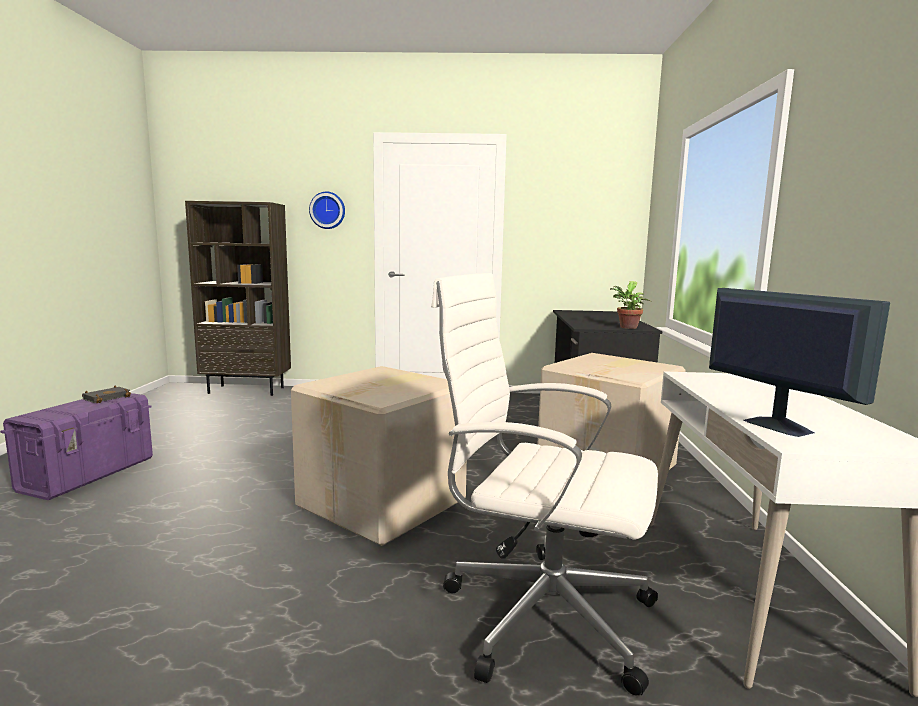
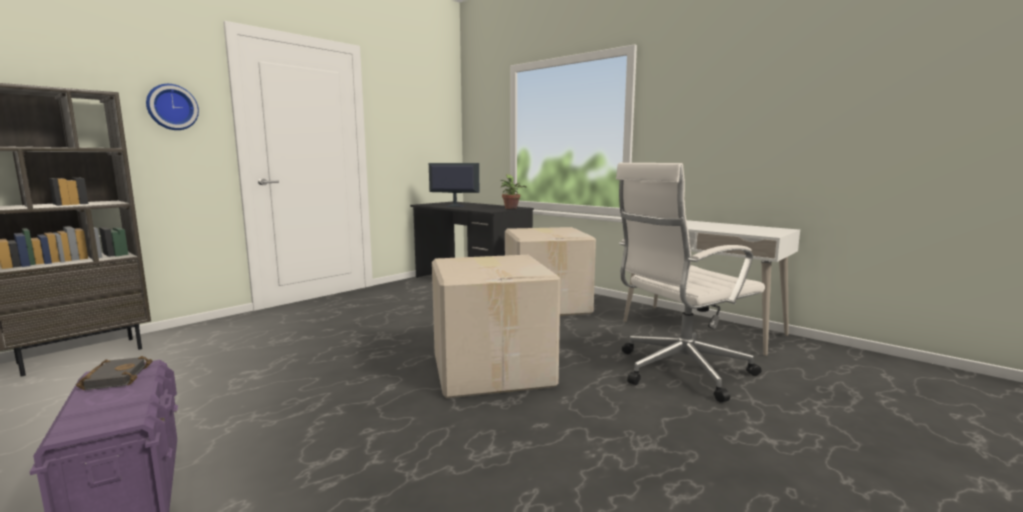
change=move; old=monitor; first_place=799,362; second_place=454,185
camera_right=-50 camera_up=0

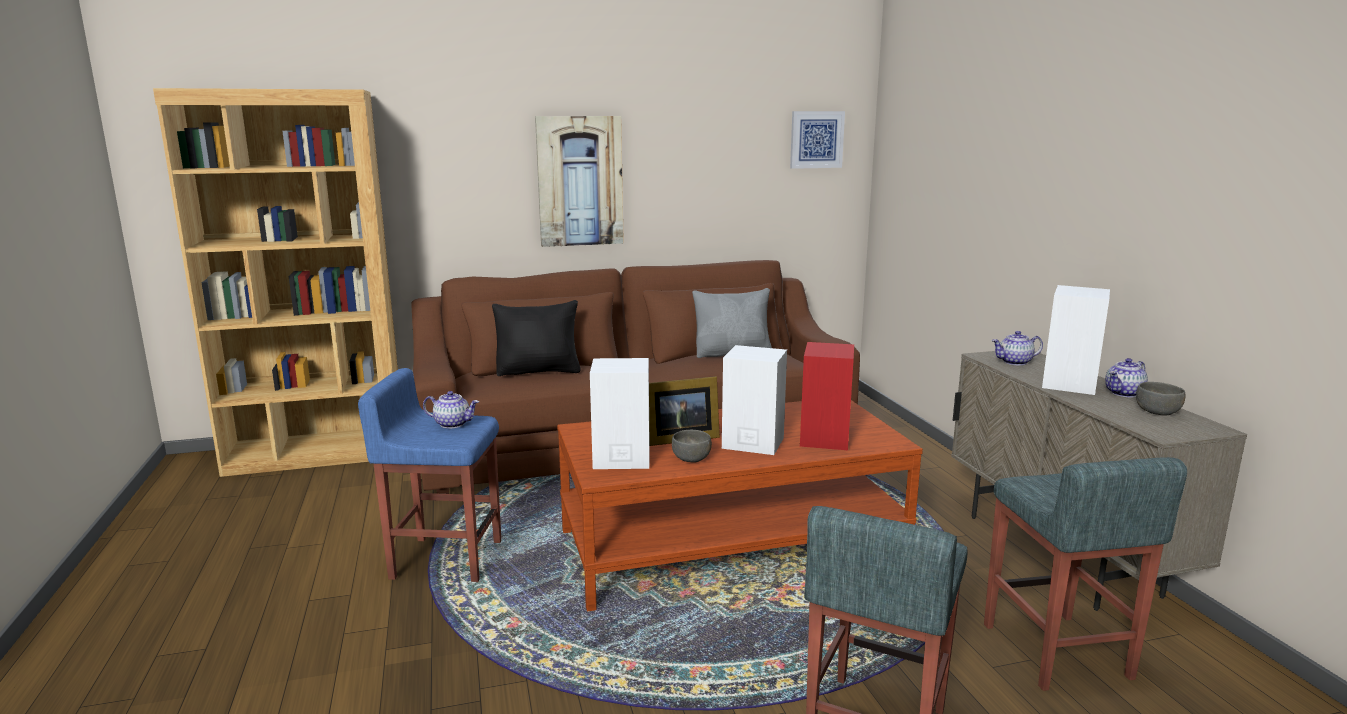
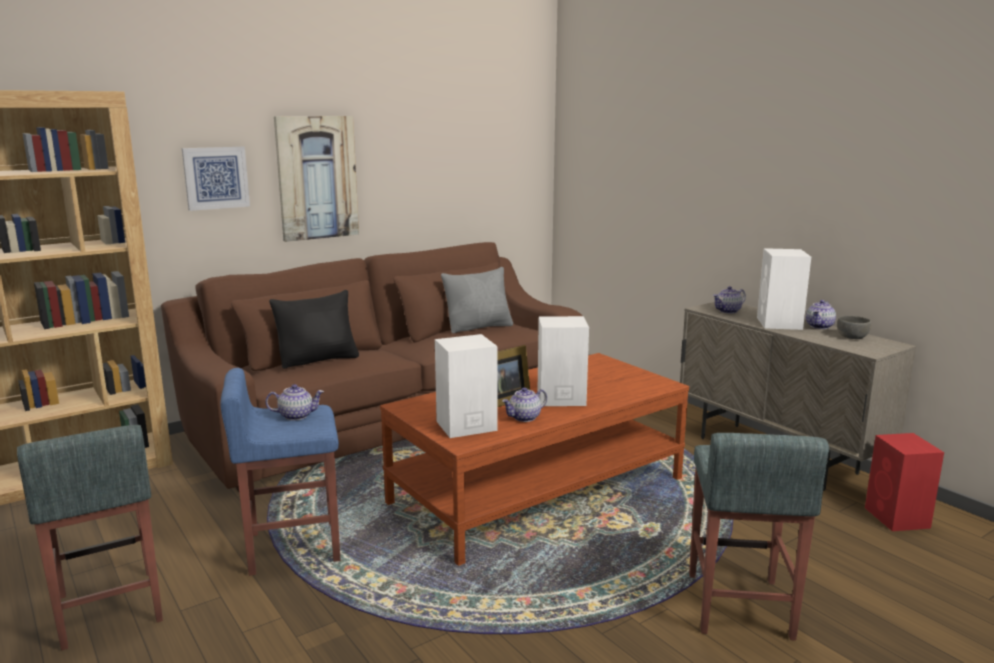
change=replace; old=serving bowl in grey; new=teapot; first_place=692,446; second_place=524,404
change=move; old=picture; first_place=817,140; second_place=216,179
change=move; old=audio speaker in red; first_place=827,396; second_place=904,482
change=move; old=stool in grey; first_place=1085,574; second_place=90,537
camera_right=-20 camera_up=0

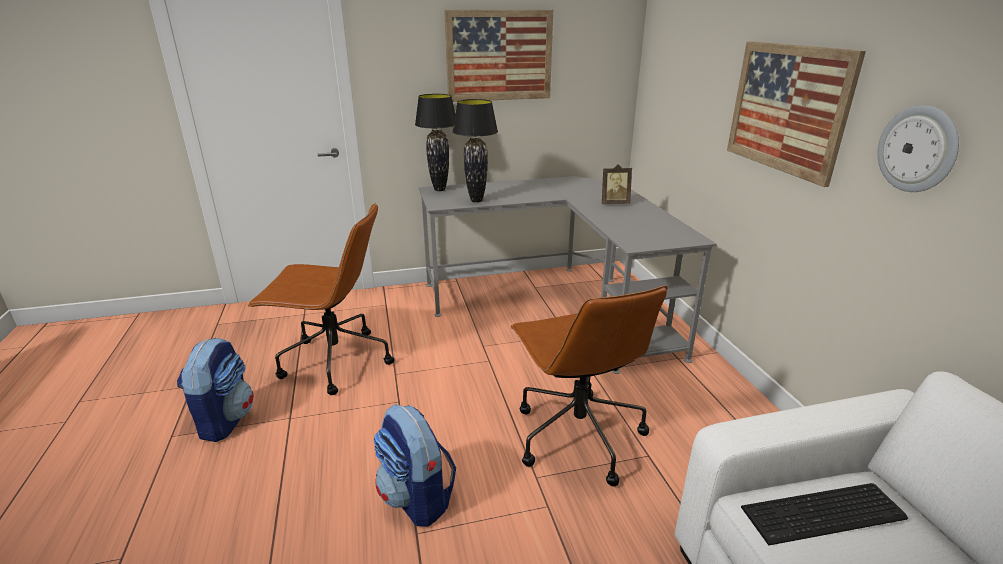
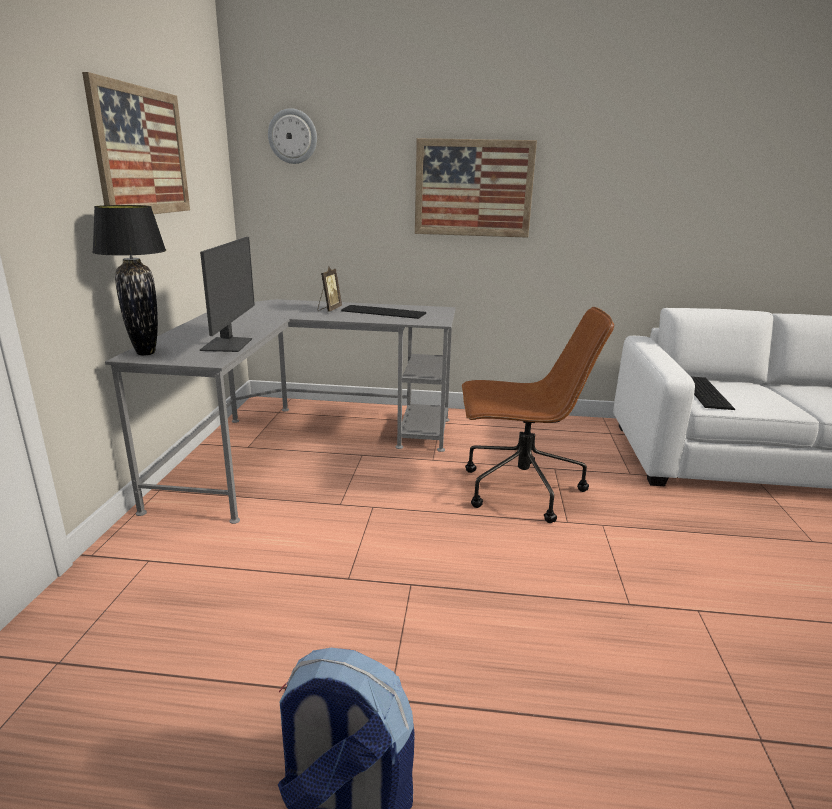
change=delete; old=desk chair in brownish; first_place=321,298
change=delete; old=rucksack; first_place=414,465
change=replace; old=lamp for a table in blackish; new=monitor; first_place=475,151; second_place=227,294
change=move; old=wall clock; first_place=918,148; second_place=292,136
change=insert; new=keyboard; second_place=383,312
camera_right=-70 camera_up=-5

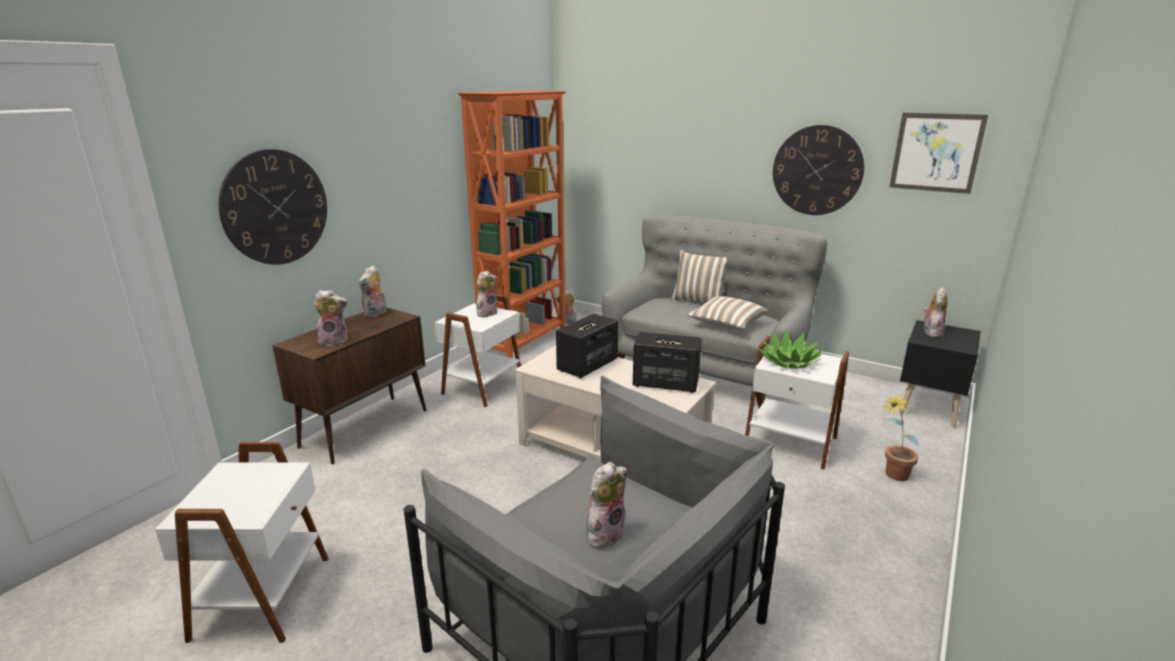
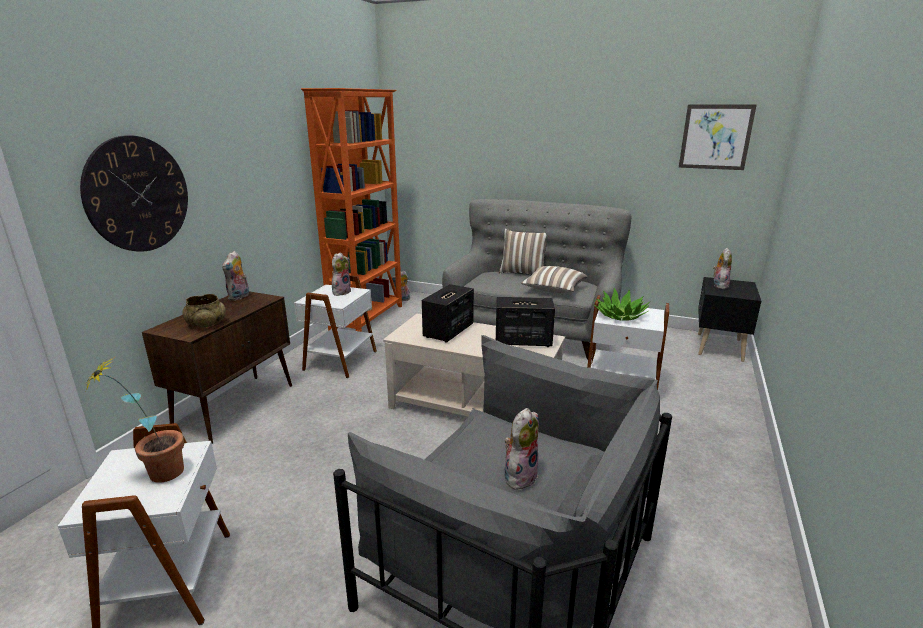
change=replace; old=soft toy; new=serving bowl in sand-coloured; first_place=331,318; second_place=204,310
change=delete; old=wall clock; first_place=818,170
change=move; old=potted plant; first_place=900,437; second_place=134,421
camera_right=-10 camera_up=0

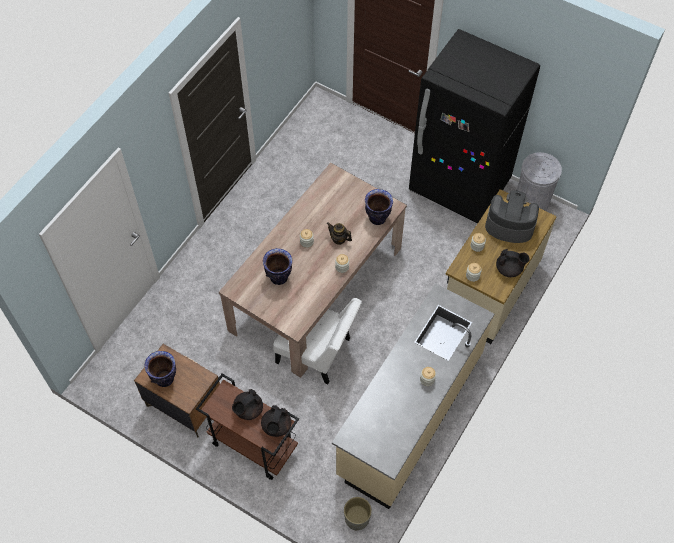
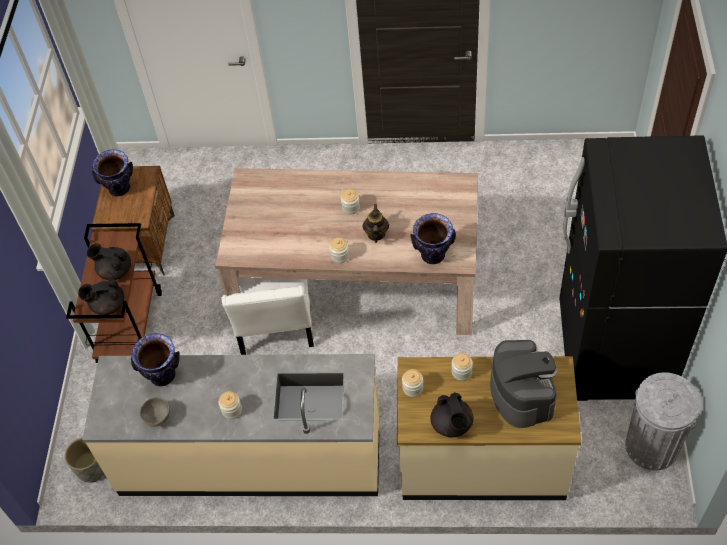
change=move; old=flower vase; first_place=277,266; second_place=155,359
change=insert; new=serving bowl in grey; second_place=155,412
camera_right=65 camera_up=-5

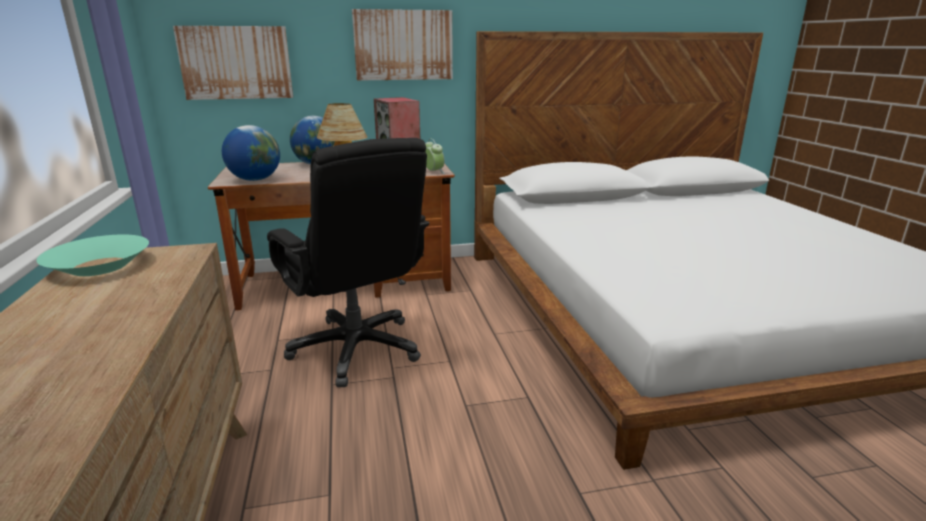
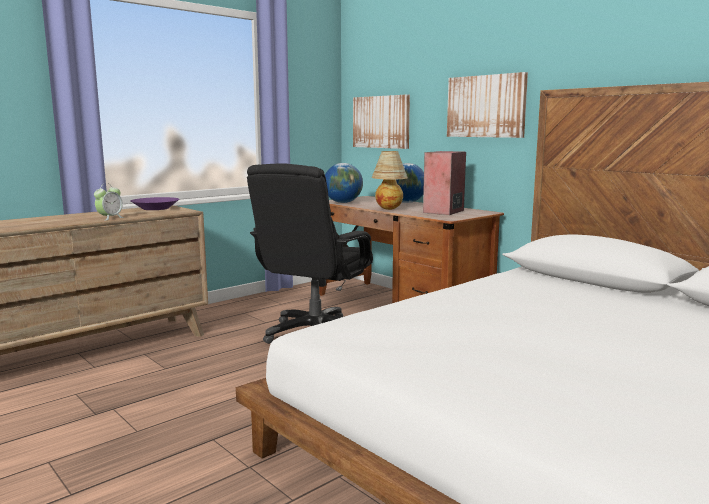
change=recolor; old=serving bowl in blue-green; new=serving bowl in purple-coloured; first_place=92,255; second_place=155,203
change=move; old=table clock; first_place=435,156; second_place=109,202
camera_right=60 camera_up=-10

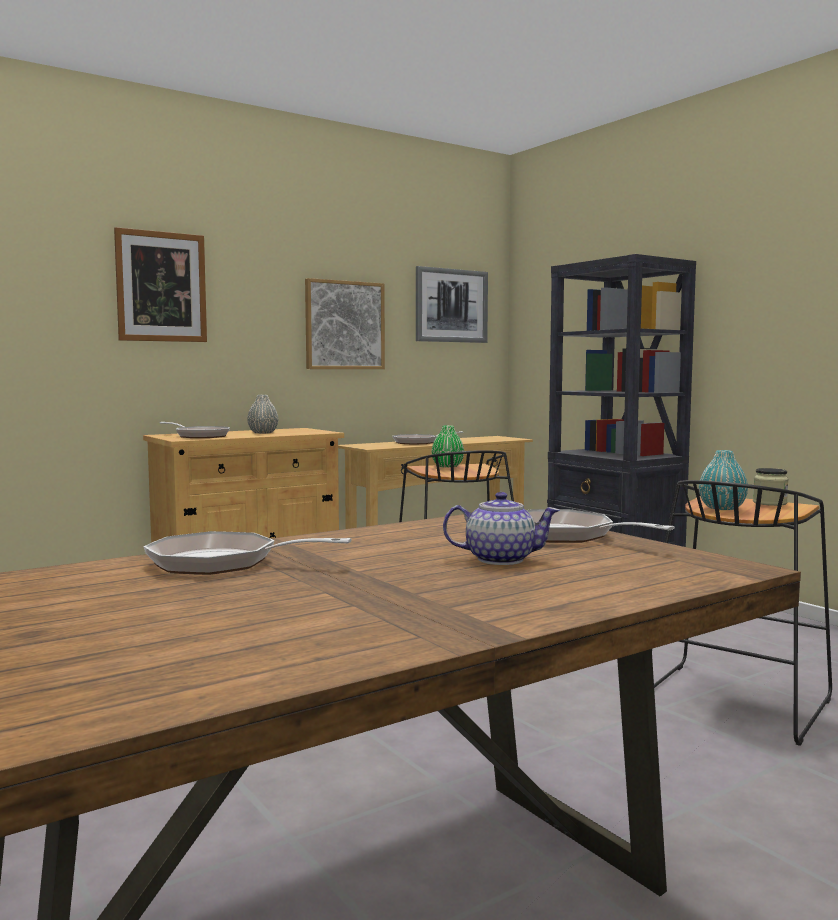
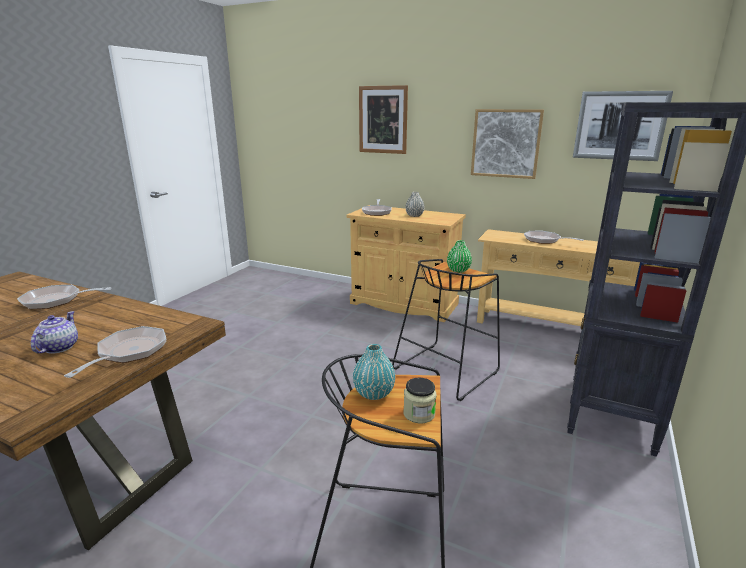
change=rotate; old=pan; first_place=248,553; second_place=64,297; degrees=-75
change=rotate; old=teapot; first_place=501,528; second_place=54,332; degrees=-150
camera_right=60 camera_up=15

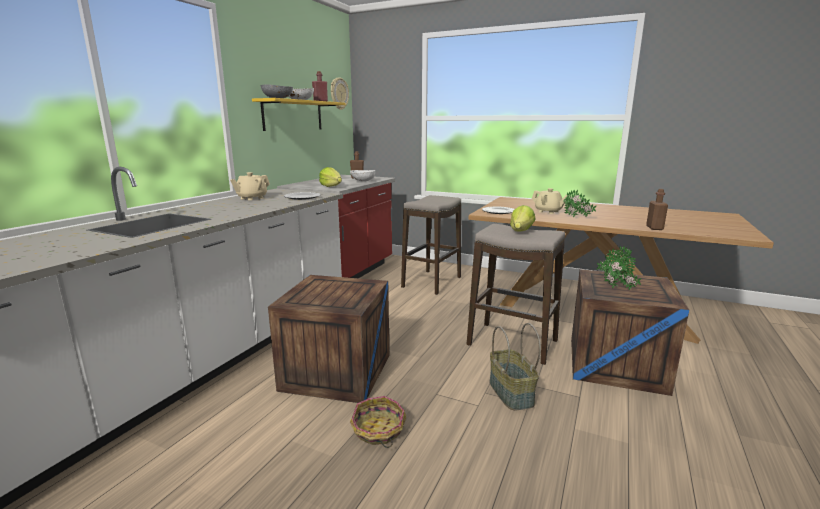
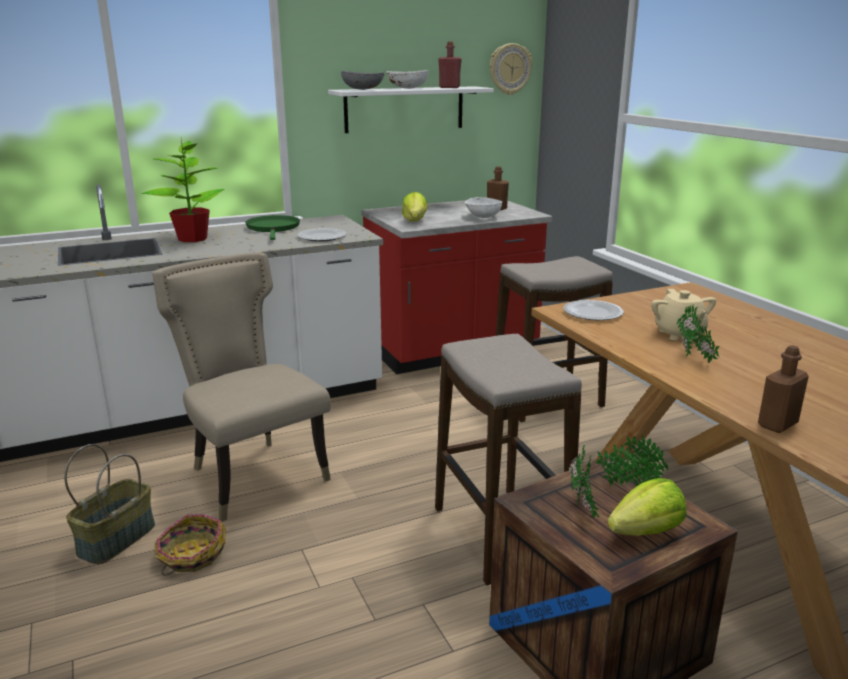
change=replace; old=teapot in sand-coloured; new=pan in green-coloured; first_place=250,186; second_place=272,227
change=recolor; old=bracket shelf in yellowish; new=bracket shelf in whitish; first_place=299,114; second_place=411,109
change=replace; old=shipping crate; new=chair in sand-coloured; first_place=328,339; second_place=241,387
change=move; old=storage basket; first_place=515,366; second_place=109,504
change=move; old=head of lettuce; first_place=523,218; second_place=647,507
change=insert; new=potted plant; second_place=183,190
camera_right=40 camera_up=5

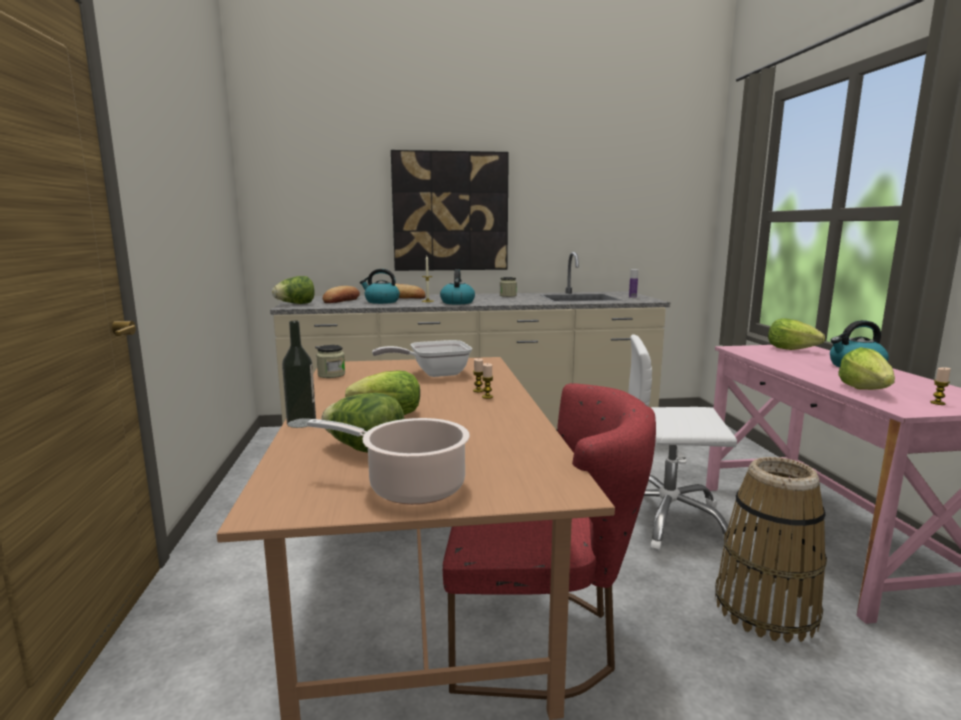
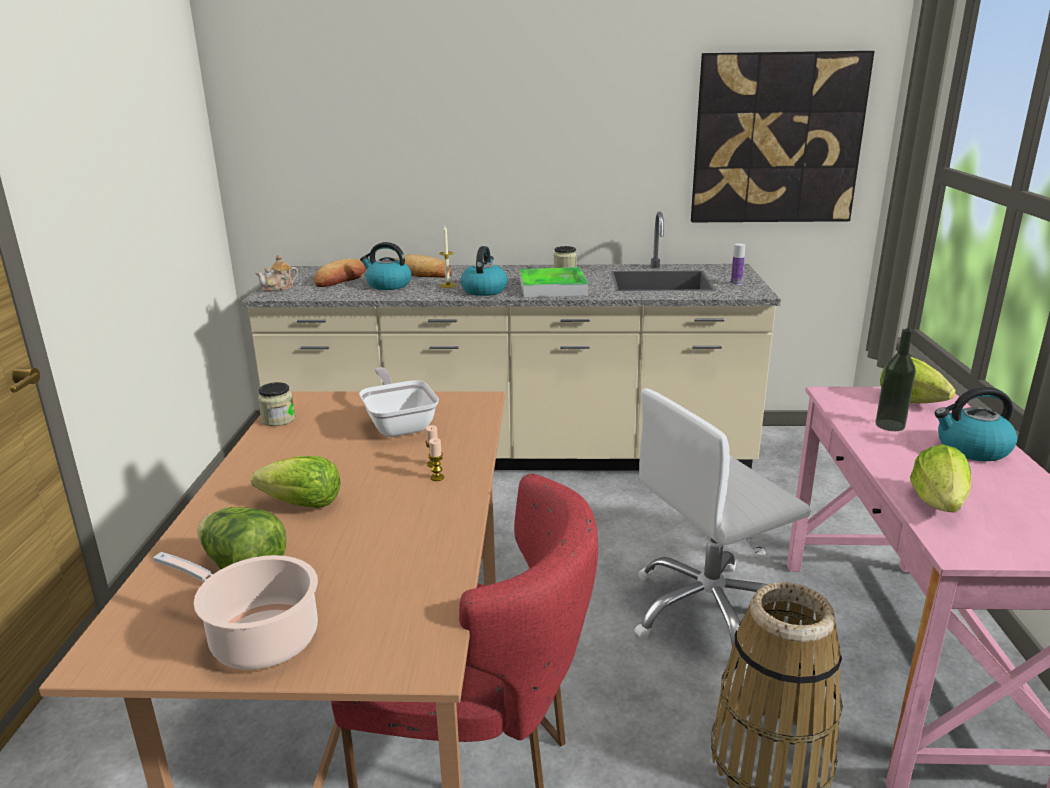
change=replace; old=head of lettuce; new=teapot; first_place=293,290; second_place=277,273
change=move; old=bottle; first_place=299,374; second_place=895,379
change=rotate; old=pan; first_place=422,358; second_place=399,402; degrees=75
change=move; old=picture; first_place=450,210; second_place=783,136
change=rotate; old=desk chair in whitish; first_place=683,443; second_place=722,529; degrees=-45
change=delete; old=wax light; first_place=940,386
change=insert; new=serving tray; second_place=554,282
camera_right=10 camera_up=10

